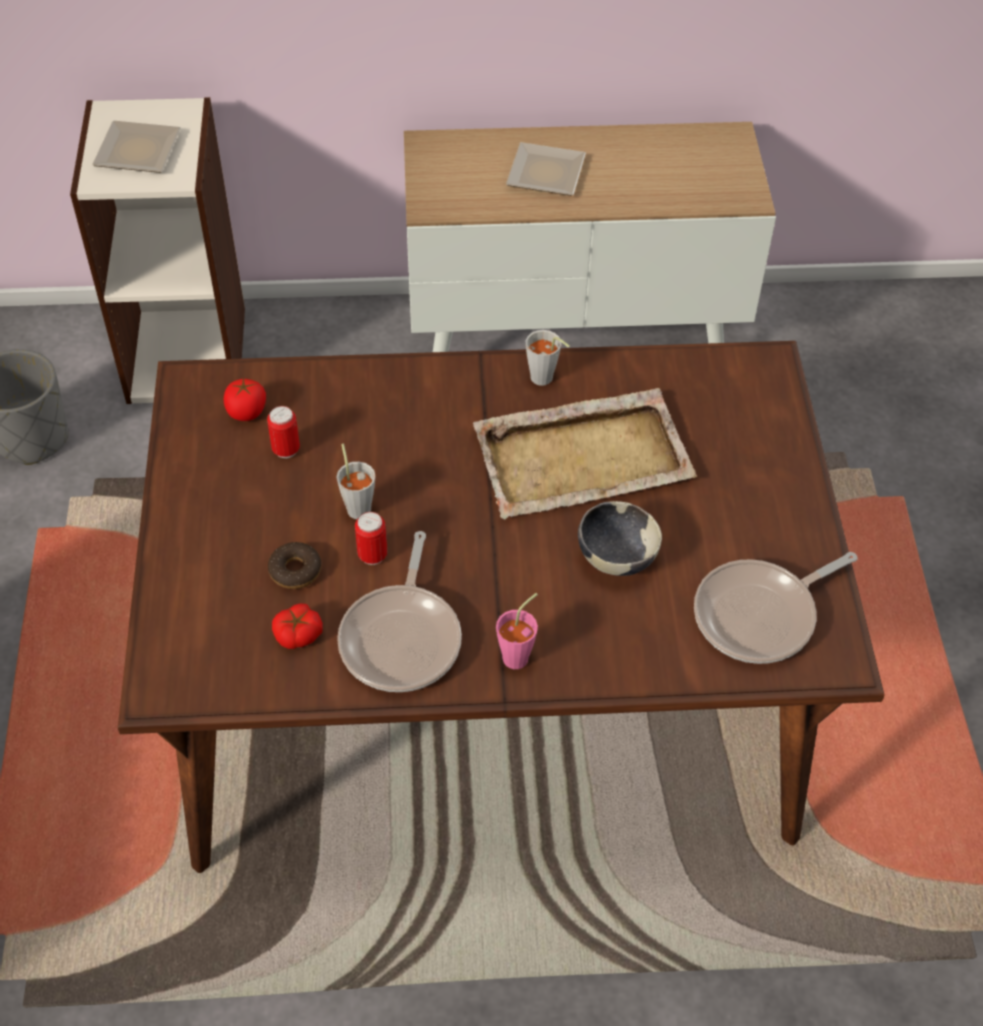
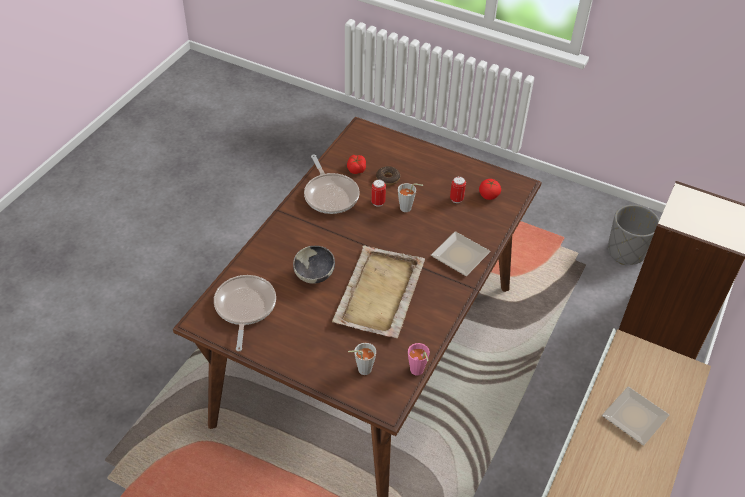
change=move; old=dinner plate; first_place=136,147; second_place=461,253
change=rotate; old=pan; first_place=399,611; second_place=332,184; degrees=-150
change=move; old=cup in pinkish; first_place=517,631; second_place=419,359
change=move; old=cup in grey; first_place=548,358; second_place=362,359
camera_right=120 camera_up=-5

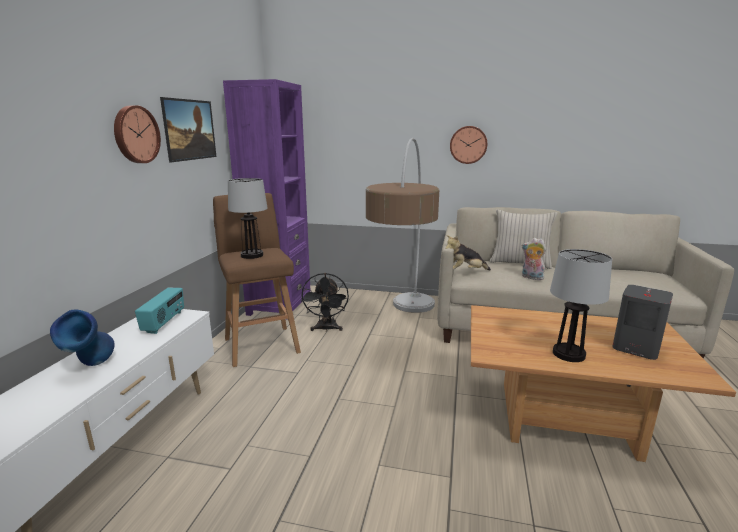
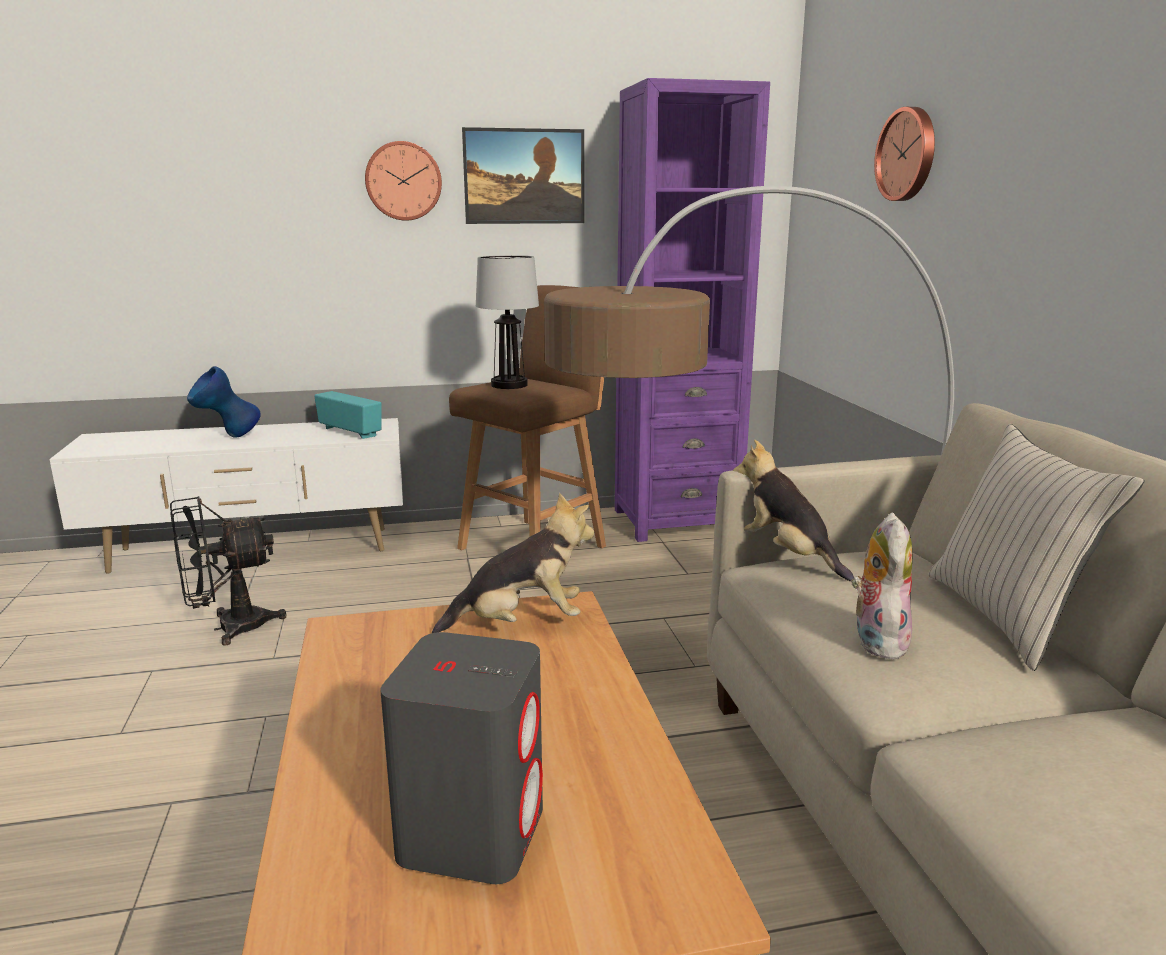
change=rotate; old=radio set; first_place=159,311; second_place=348,415; degrees=-120
change=move; old=fan in blackish; first_place=325,302; second_place=228,571
change=move; old=wall clock; first_place=468,145; second_place=904,154
change=delete; old=lamp for a table; first_place=581,305
change=insert; new=soft toy; second_place=513,563
camera_right=65 camera_up=0

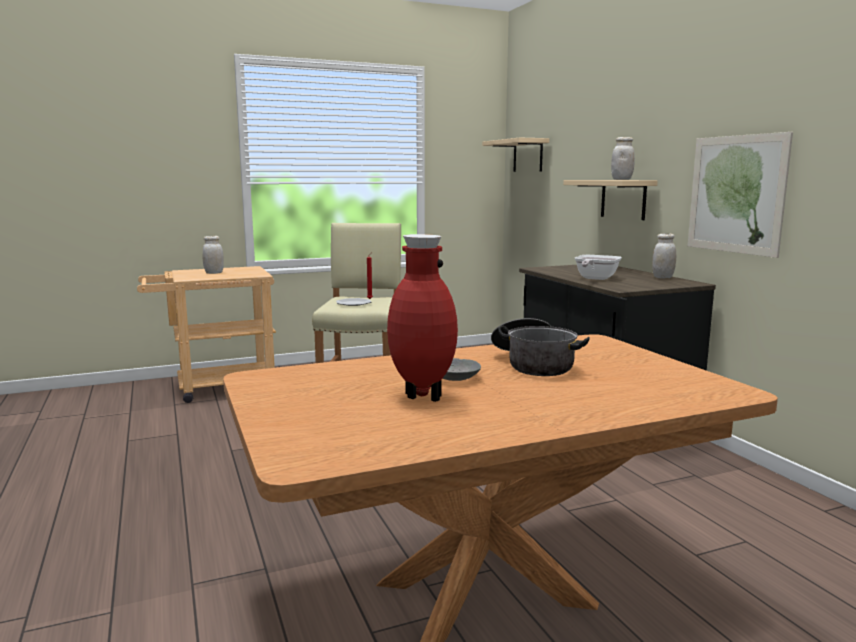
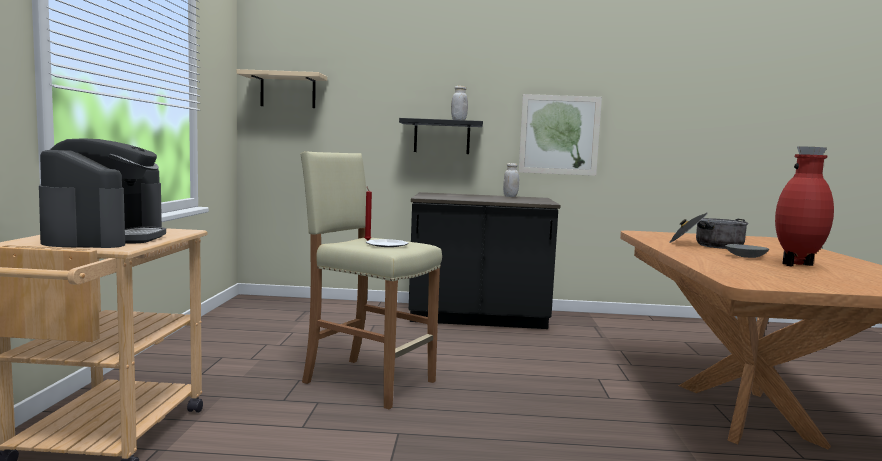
change=replace; old=preserve jar in whitish; new=coffee maker; first_place=213,255; second_place=102,193
change=recolor; old=bracket shelf in sand-coloured; new=bracket shelf in blackish; first_place=610,200; second_place=441,136
change=delete; old=pan; first_place=598,267
camera_right=-65 camera_up=-5

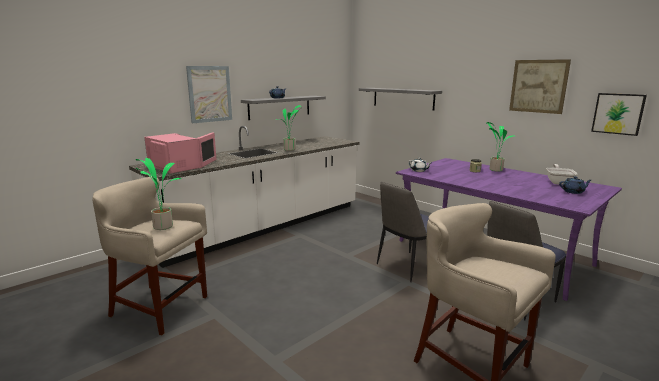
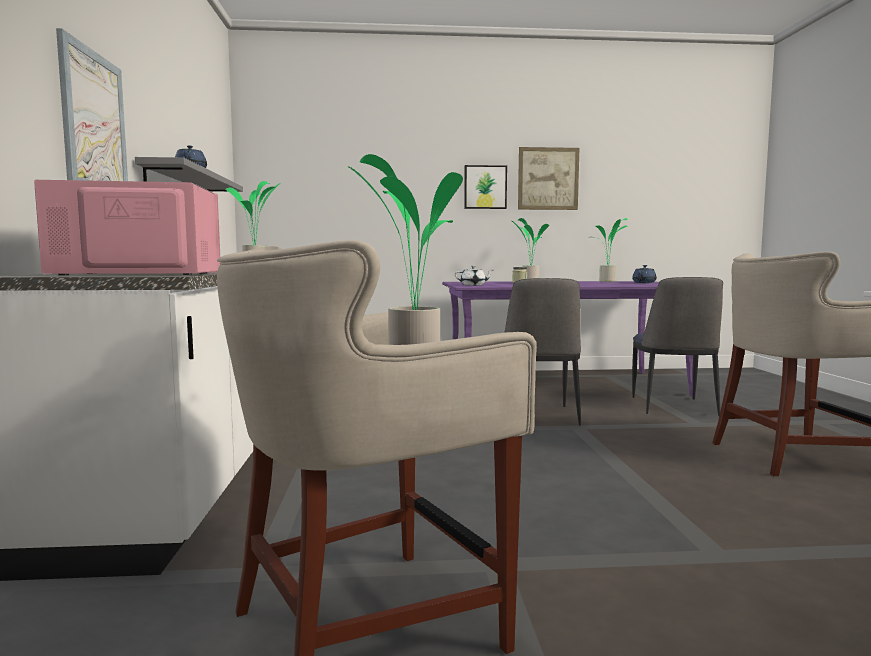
change=delete; old=bracket shelf in grey; first_place=400,99
change=replace; old=pan; new=potted plant; first_place=561,174; second_place=608,250
change=move; old=picture; first_place=619,114; second_place=485,187
camera_right=-50 camera_up=-10

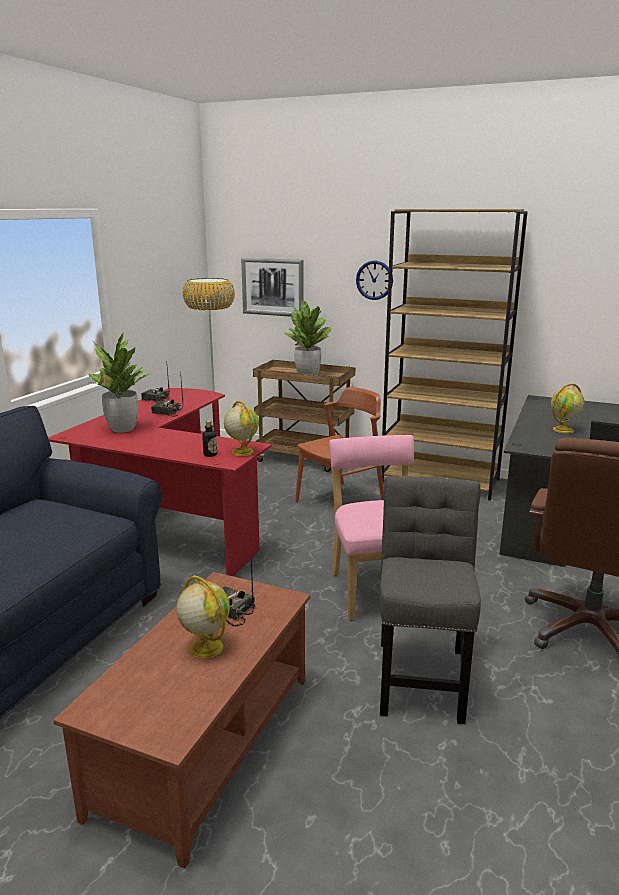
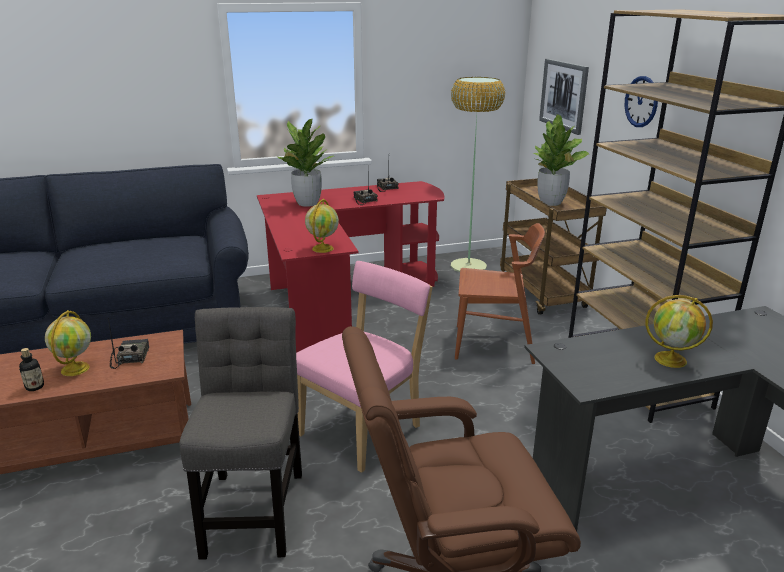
change=move; old=bottle; first_place=209,438; second_place=31,369
change=rotate; old=chair in grey; first_place=430,600; second_place=240,433; degrees=-60
camera_right=50 camera_up=5

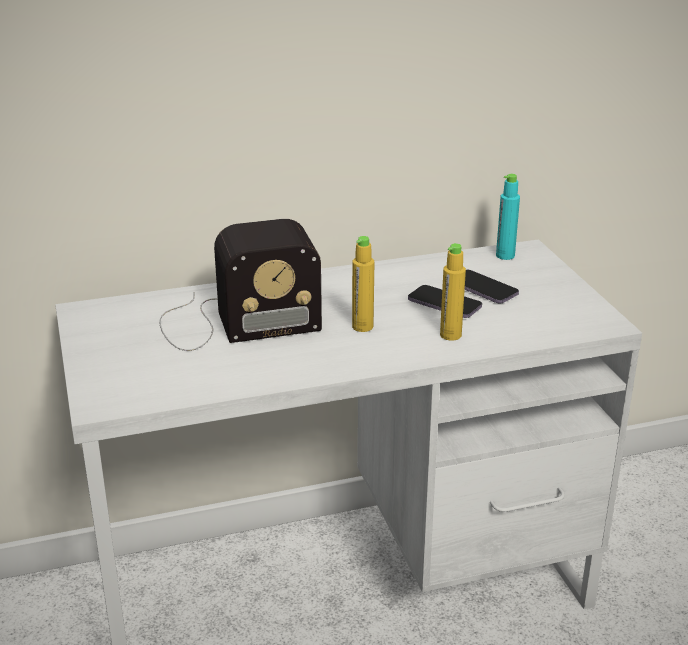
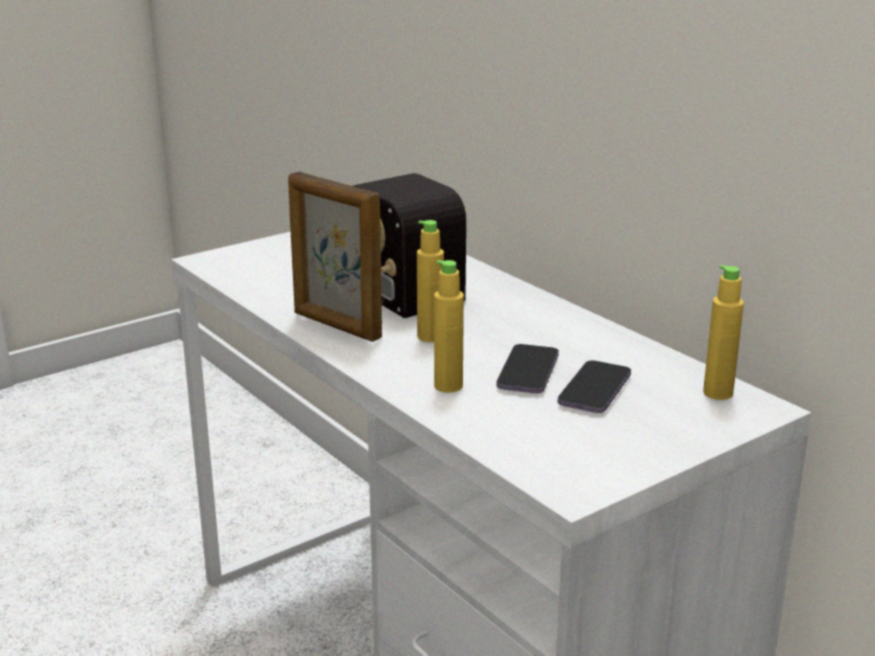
change=recolor; old=bottle in blue-green; new=bottle in yellowish; first_place=508,217; second_place=723,332
change=insert; new=photo frame; second_place=335,257
camera_right=70 camera_up=-5

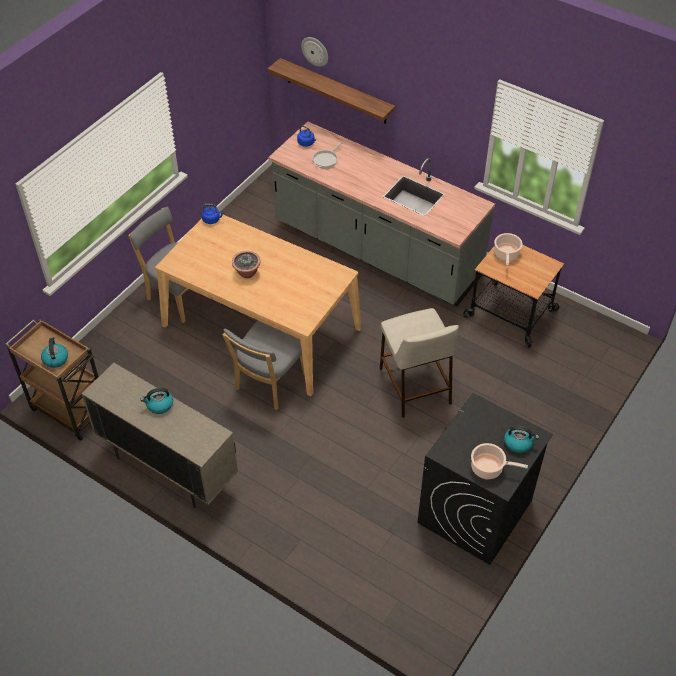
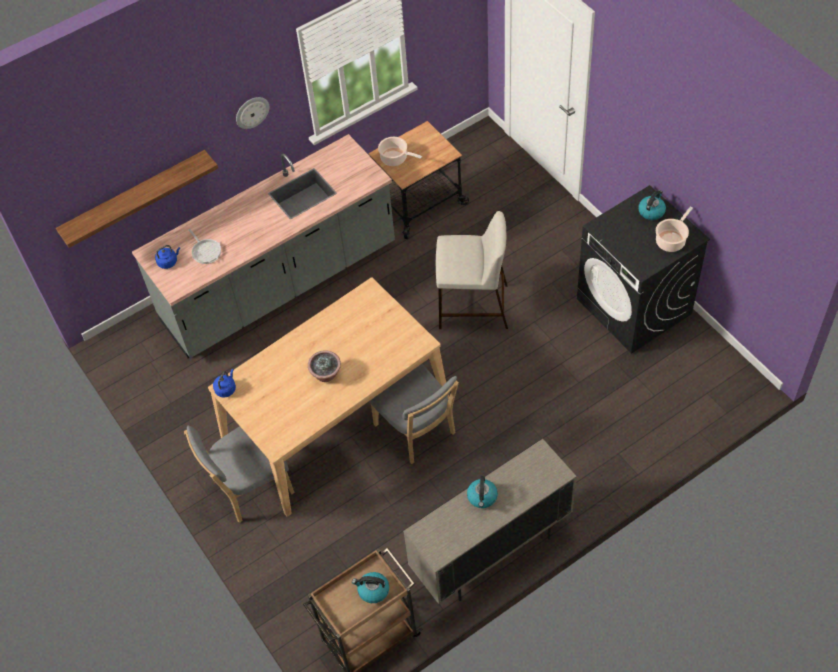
change=move; old=wall clock; first_place=314,52; second_place=252,113
camera_right=-65 camera_up=5

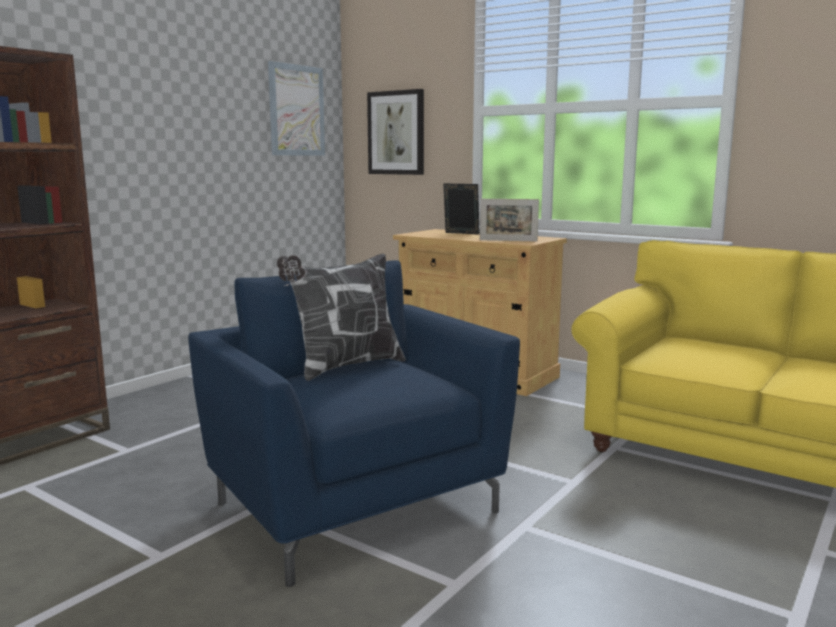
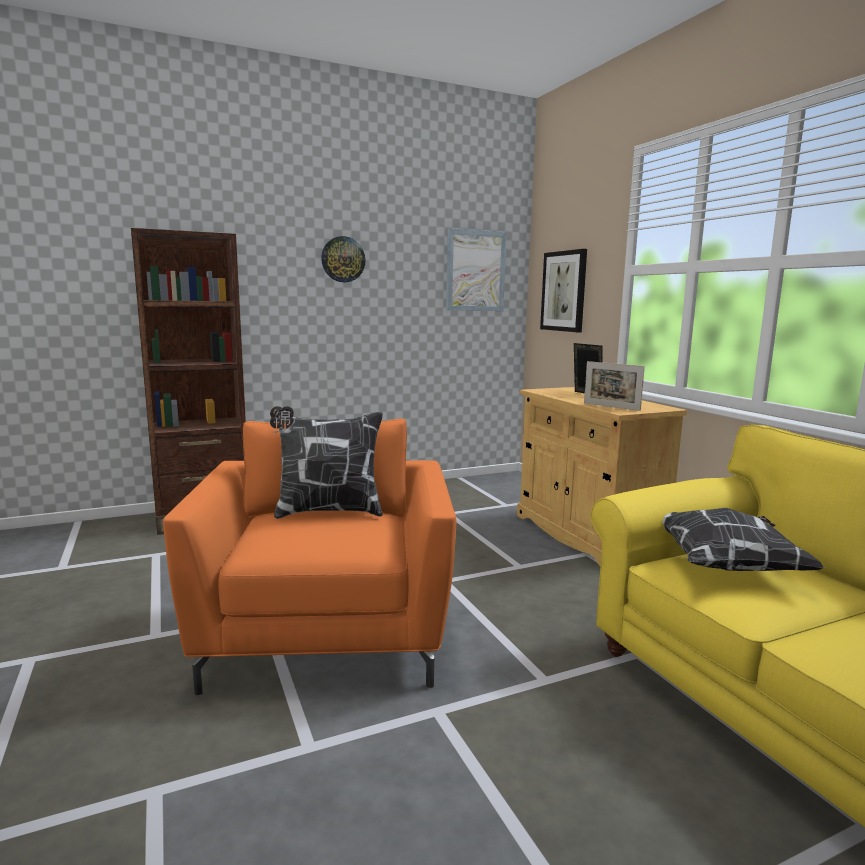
change=recolor; old=lounge chair in blue-coloured; new=lounge chair in orange; first_place=354,423; second_place=309,556
change=insert; new=wall clock; second_place=343,259
change=insert; new=throw pillow; second_place=743,539
camera_right=30 camera_up=0

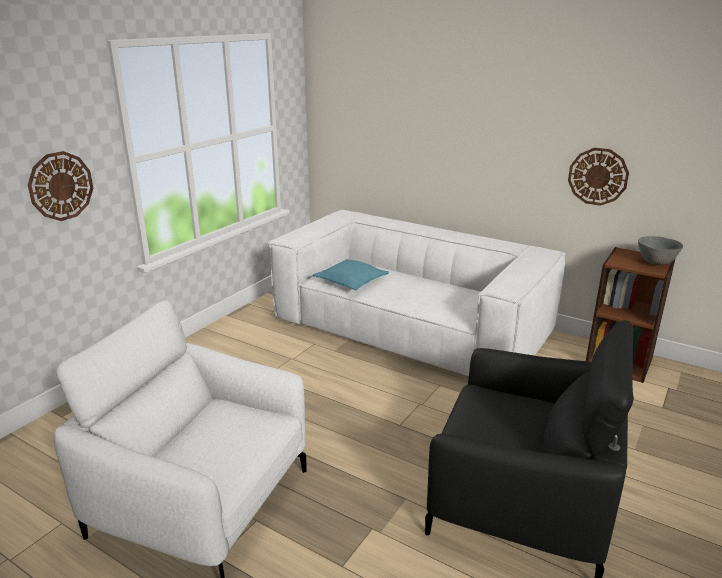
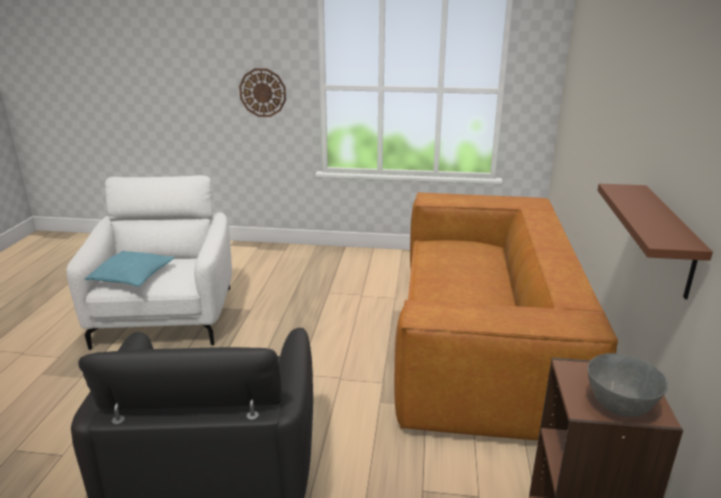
change=recolor; old=settee in whitish; new=settee in brownish; first_place=417,293; second_place=506,316
change=move; old=throw pillow in blue-green; first_place=351,275; second_place=130,269
change=replace; old=wall clock; new=bracket shelf in brownish; first_place=598,177; second_place=655,241
camera_right=65 camera_up=0

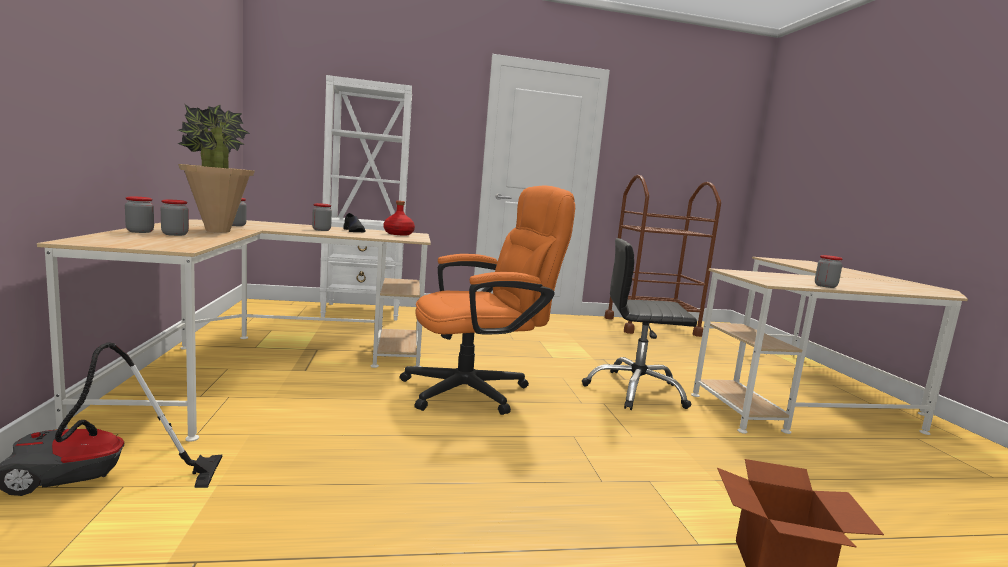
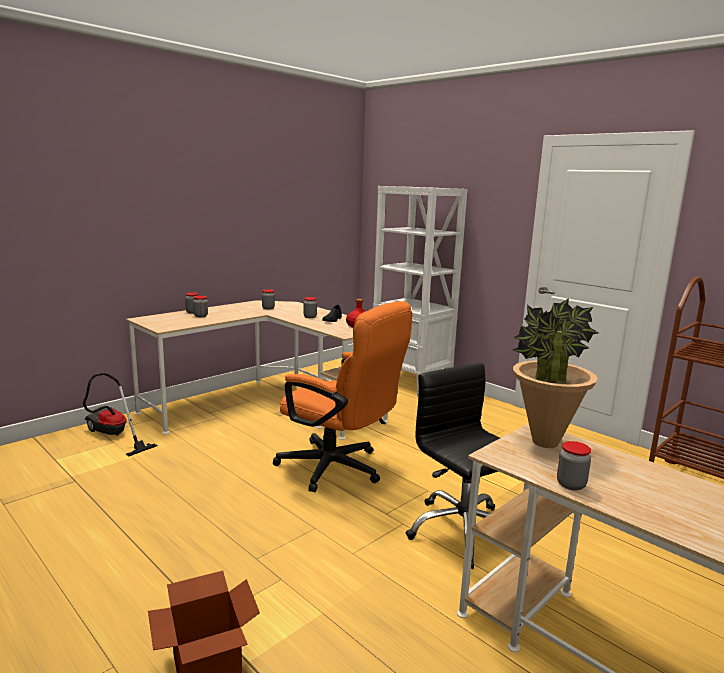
change=move; old=potted plant; first_place=216,168; second_place=555,373
camera_right=55 camera_up=5

